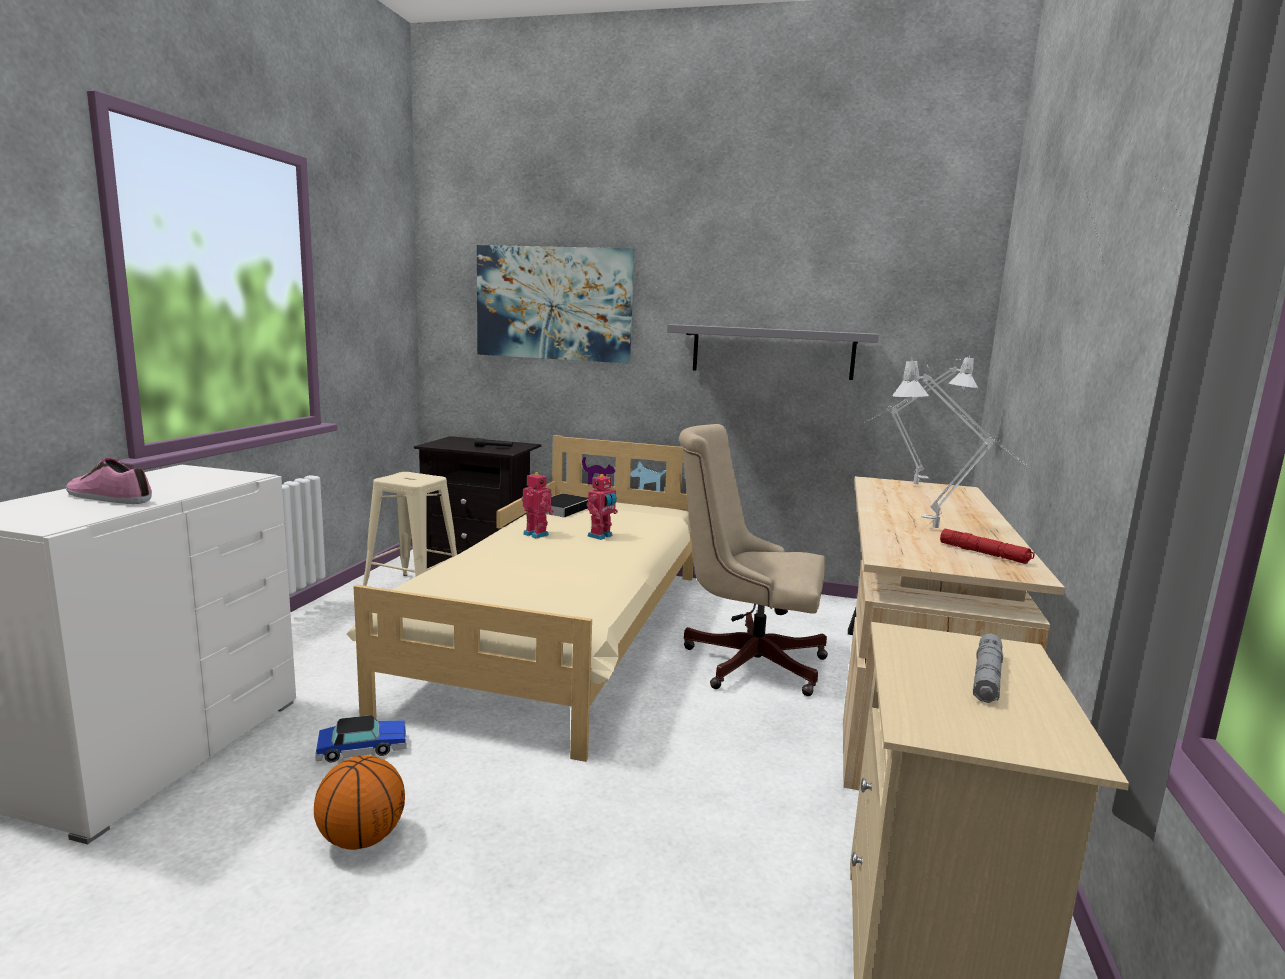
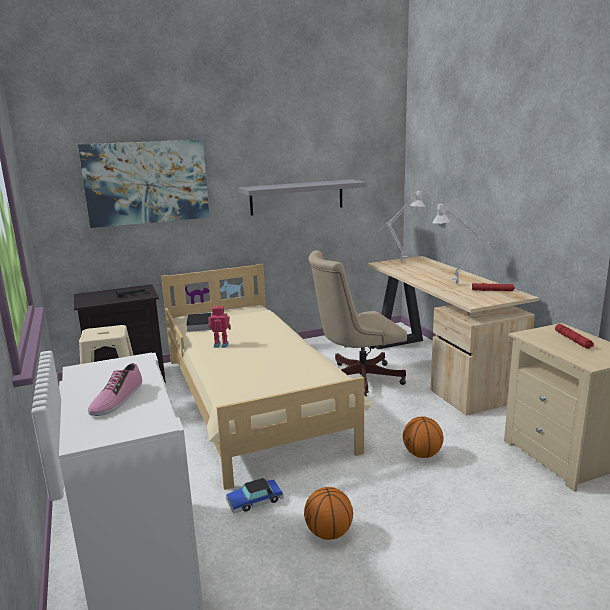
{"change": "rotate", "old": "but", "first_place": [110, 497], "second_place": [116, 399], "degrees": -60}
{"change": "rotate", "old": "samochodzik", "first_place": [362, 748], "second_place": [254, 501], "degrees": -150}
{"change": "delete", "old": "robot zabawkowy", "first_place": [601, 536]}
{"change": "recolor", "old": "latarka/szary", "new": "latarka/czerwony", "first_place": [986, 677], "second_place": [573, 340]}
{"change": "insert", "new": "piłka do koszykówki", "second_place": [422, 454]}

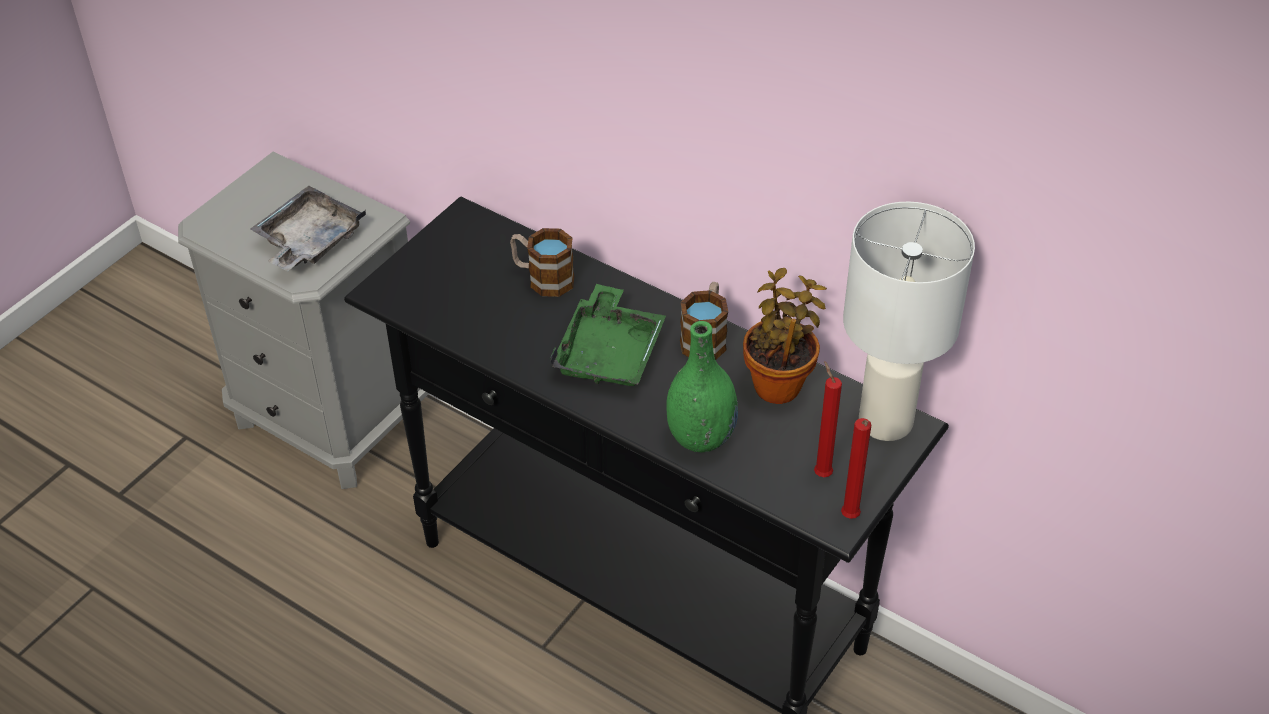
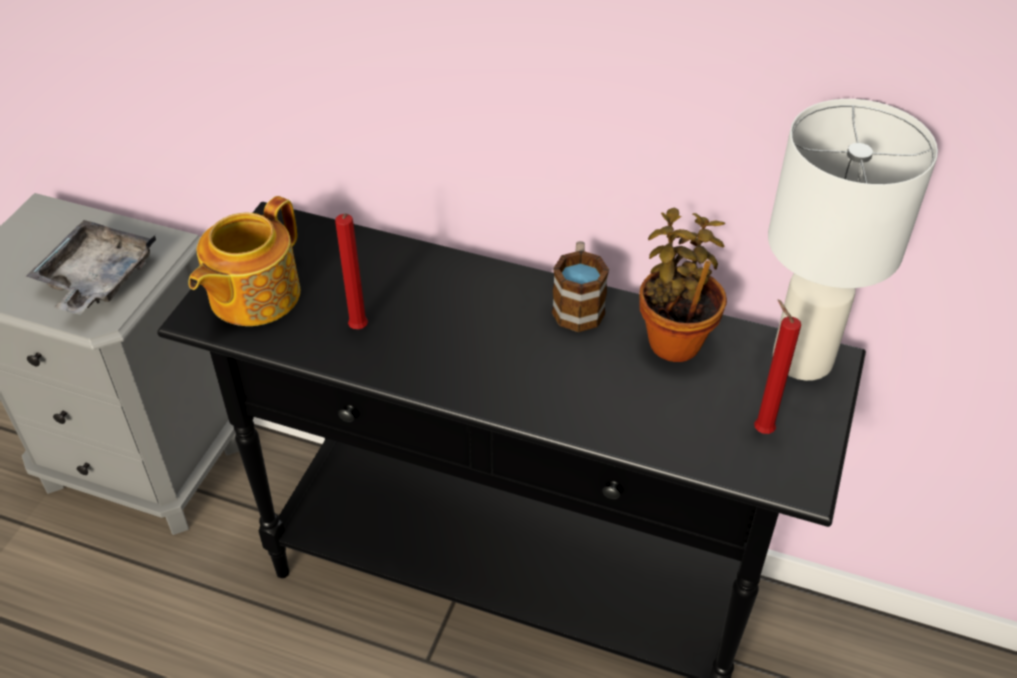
{"change": "delete", "old": "kubek", "first_place": [543, 278]}
{"change": "delete", "old": "taca/zielony", "first_place": [610, 352]}
{"change": "delete", "old": "wazon/zielony", "first_place": [701, 438]}
{"change": "move", "old": "świeca/czerwony", "first_place": [850, 519], "second_place": [359, 330]}
{"change": "insert", "new": "imbryk", "second_place": [252, 296]}

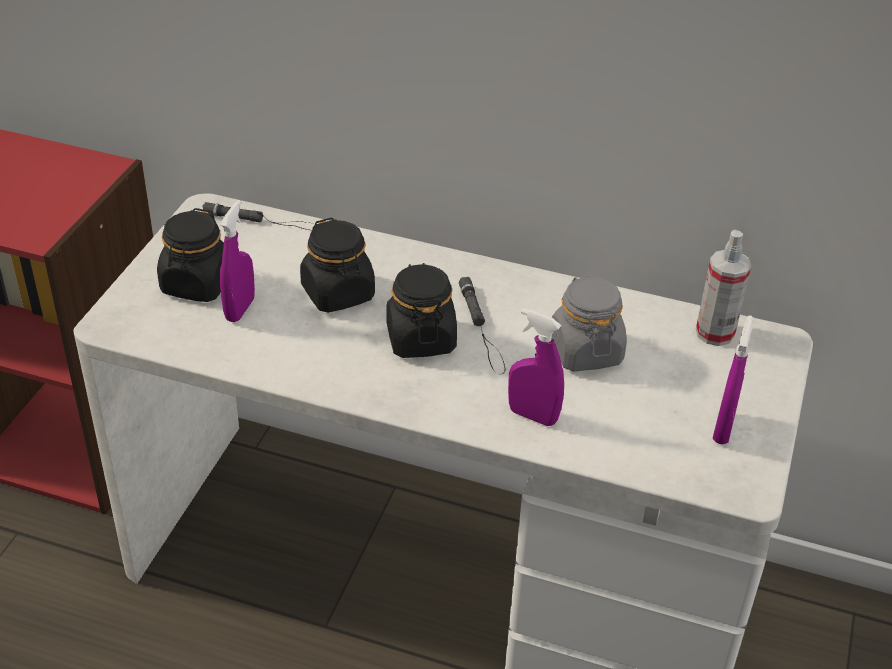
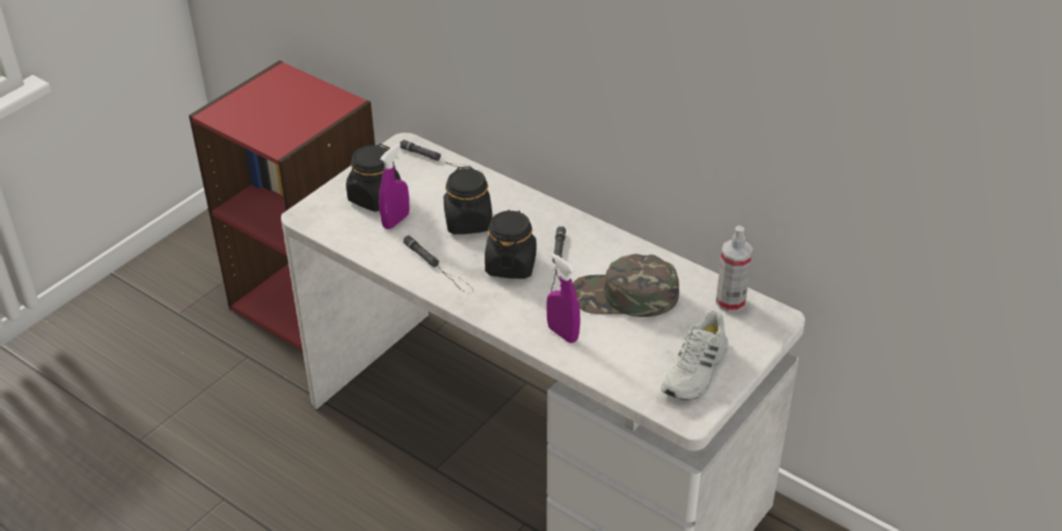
{"change": "replace", "old": "słoik/szary", "new": "czapka z daszkiem/zielony", "first_place": [585, 351], "second_place": [624, 296]}
{"change": "replace", "old": "spryskiwacz/fioletowy", "new": "but/biały", "first_place": [723, 429], "second_place": [696, 371]}
{"change": "insert", "new": "latarka/czarny", "second_place": [439, 267]}

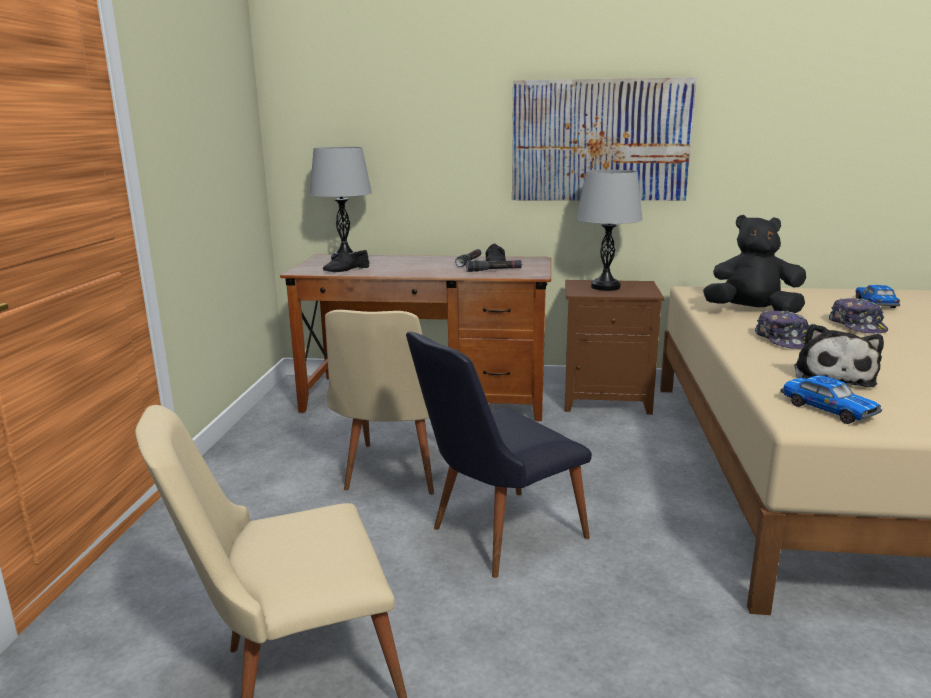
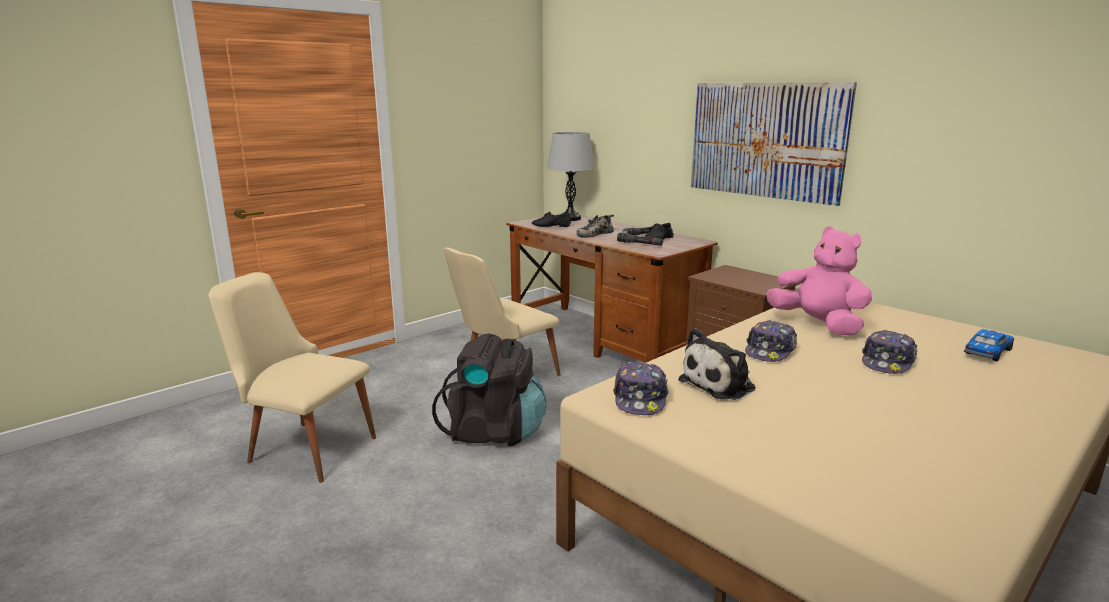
{"change": "replace", "old": "krzesło/czarny", "new": "plecak/czarny", "first_place": [495, 536], "second_place": [494, 432]}
{"change": "delete", "old": "lampa stołowa/szary", "first_place": [605, 287]}
{"change": "recolor", "old": "pluszak/czarny", "new": "pluszak/różowy", "first_place": [751, 312], "second_place": [818, 325]}
{"change": "replace", "old": "samochodzik", "new": "czapka z daszkiem", "first_place": [827, 409], "second_place": [640, 399]}
{"change": "insert", "new": "but", "second_place": [594, 233]}

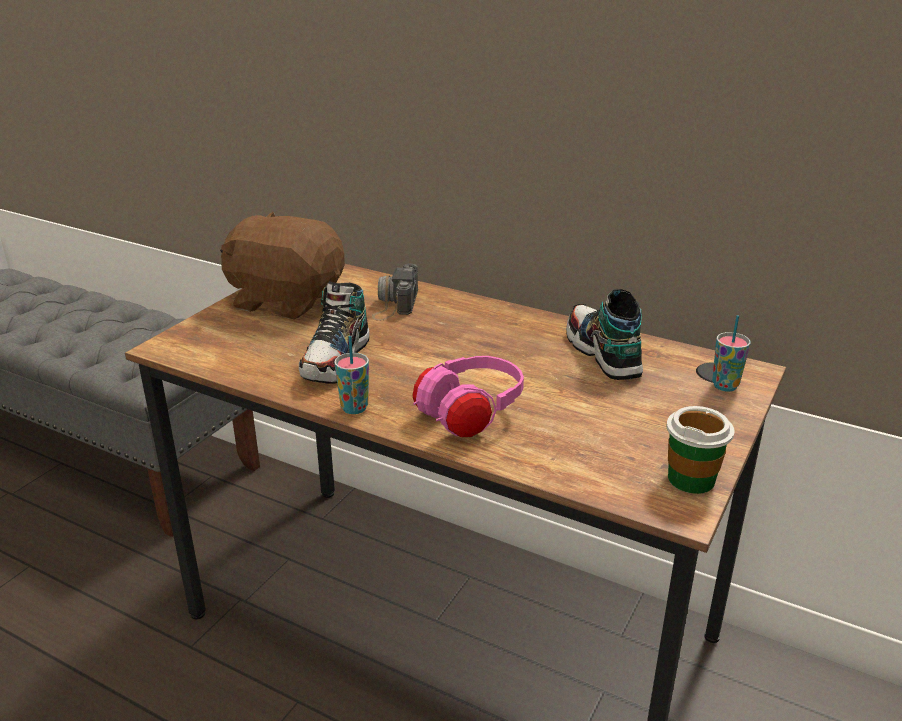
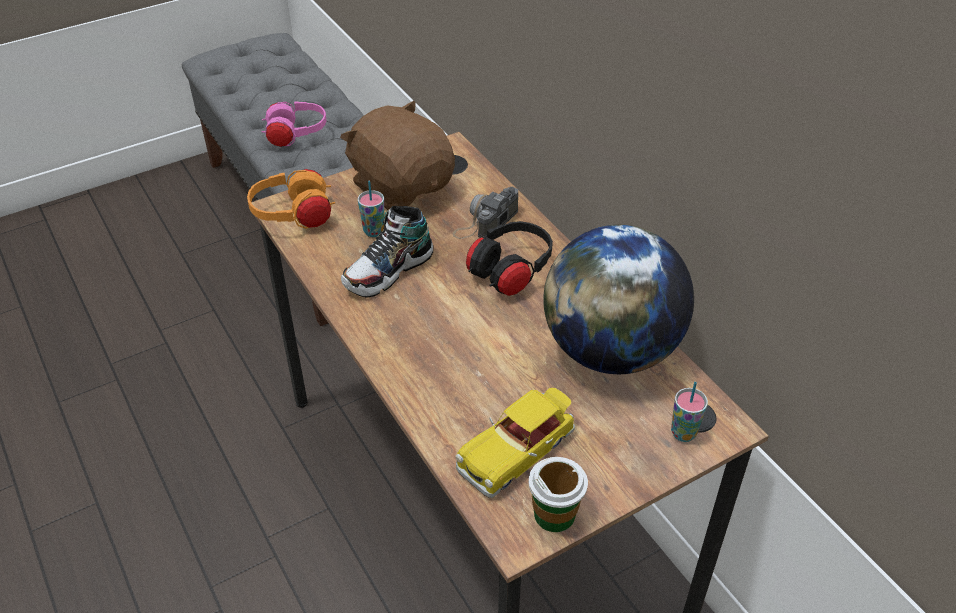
{"change": "move", "old": "filiżanka", "first_place": [354, 408], "second_place": [374, 231]}
{"change": "move", "old": "słuchawki/różowy", "first_place": [469, 416], "second_place": [296, 136]}
{"change": "replace", "old": "but", "new": "globus", "first_place": [602, 353], "second_place": [610, 351]}
{"change": "insert", "new": "słuchawki/pomarańczowy", "second_place": [294, 217]}
{"change": "insert", "new": "samochodzik", "second_place": [517, 450]}
{"change": "insert", "new": "słuchawki/czarny", "second_place": [510, 273]}

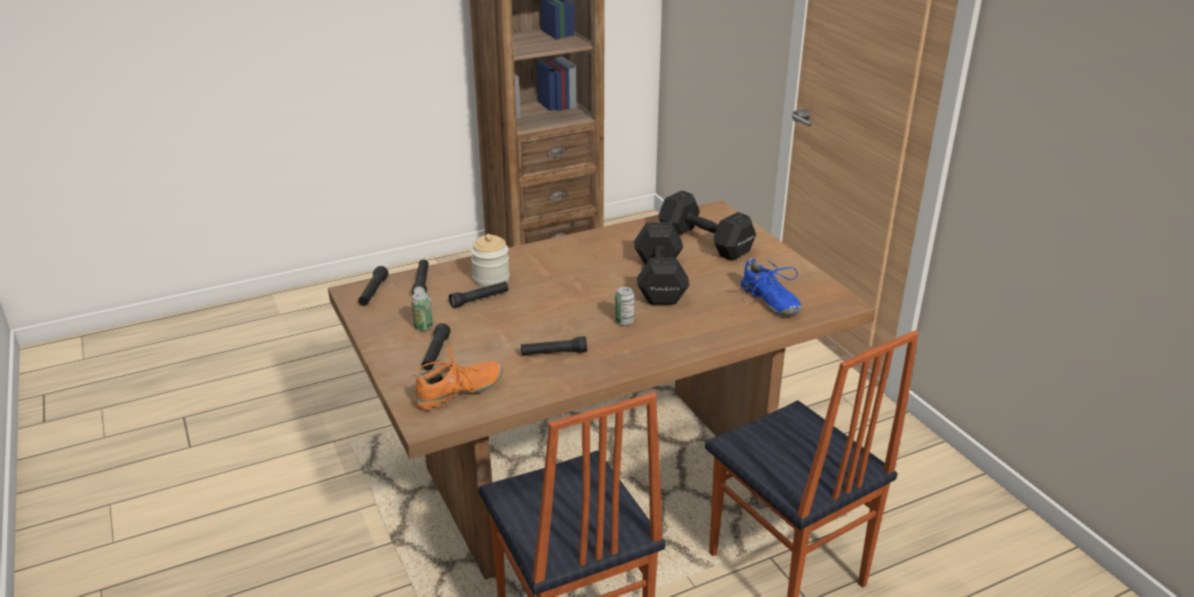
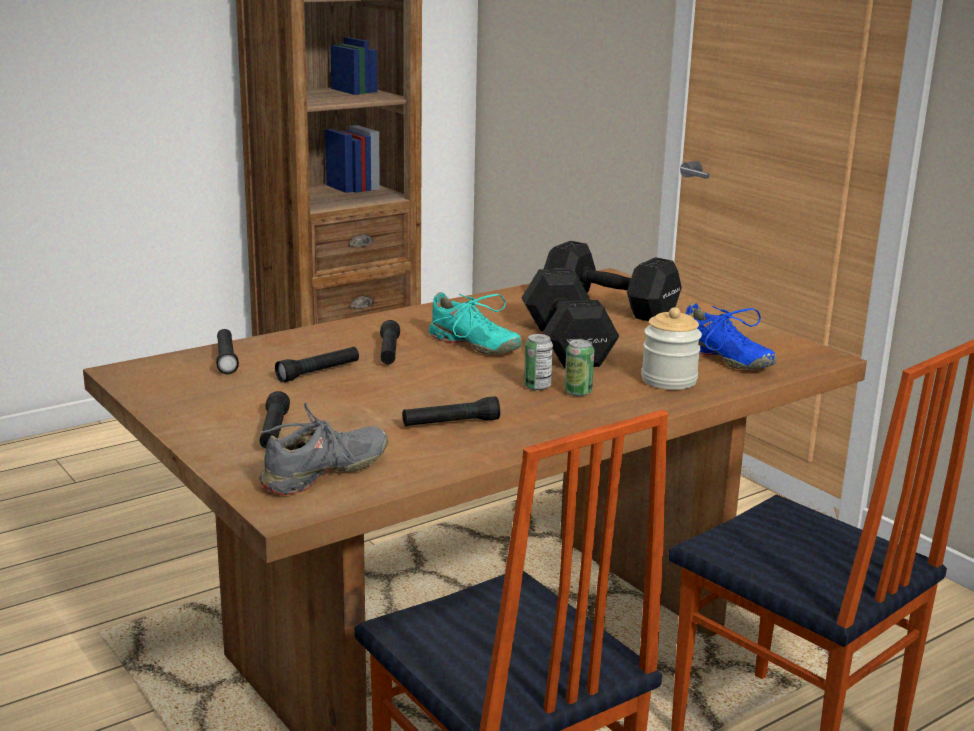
{"change": "move", "old": "latarka/czarny", "first_place": [373, 292], "second_place": [389, 352]}
{"change": "move", "old": "puszka", "first_place": [423, 327], "second_place": [578, 392]}
{"change": "recolor", "old": "but/pomarańczowy", "new": "but/szary", "first_place": [459, 393], "second_place": [325, 473]}
{"change": "move", "old": "słoik", "first_place": [491, 279], "second_place": [669, 380]}
{"change": "insert", "new": "but/turkusowy", "second_place": [474, 345]}

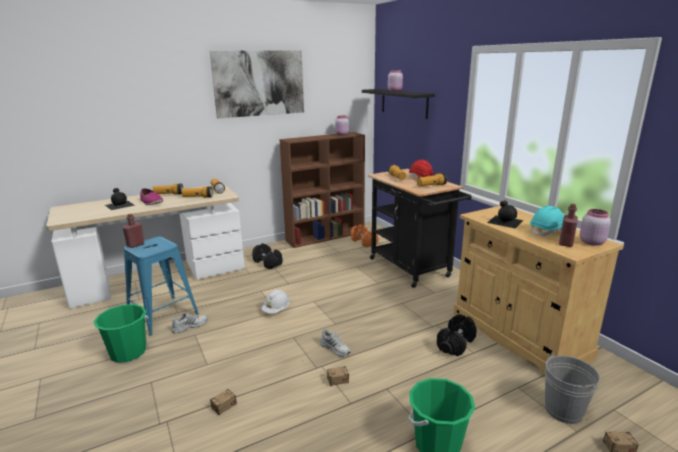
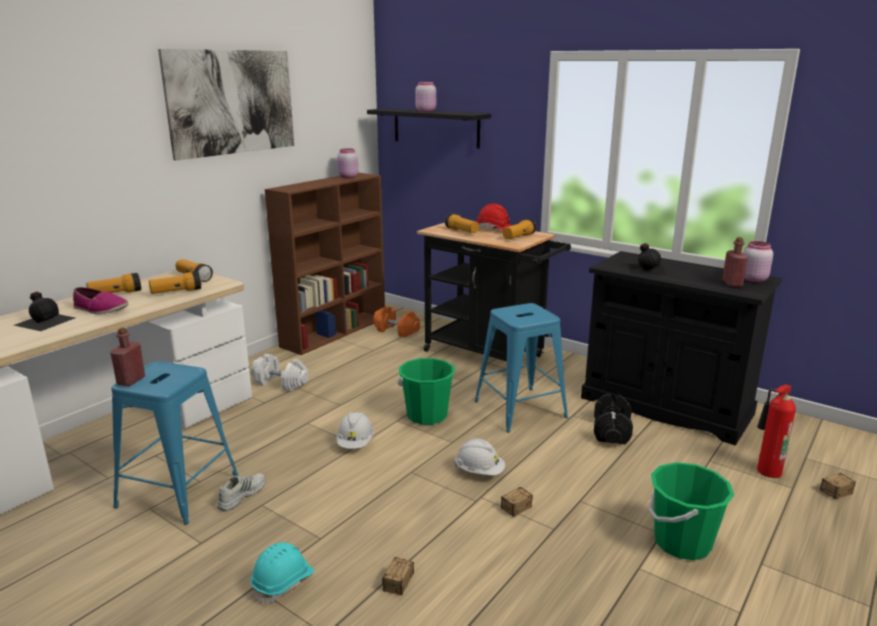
{"change": "move", "old": "wiadro/zielony", "first_place": [128, 353], "second_place": [427, 415]}
{"change": "recolor", "old": "hantel/czarny", "new": "hantel/biały", "first_place": [268, 263], "second_place": [281, 382]}
{"change": "replace", "old": "but/biały", "new": "kask/biały", "first_place": [335, 348], "second_place": [479, 471]}
{"change": "recolor", "old": "szafka/beżowy", "new": "szafka/czarny", "first_place": [518, 335], "second_place": [665, 406]}
{"change": "move", "old": "kask/turkusowy", "first_place": [548, 232], "second_place": [283, 583]}
{"change": "replace", "old": "wiadro/szary", "new": "gaśnica", "first_place": [563, 410], "second_place": [766, 471]}
{"change": "insert", "new": "stołek/niebieski", "second_place": [520, 409]}

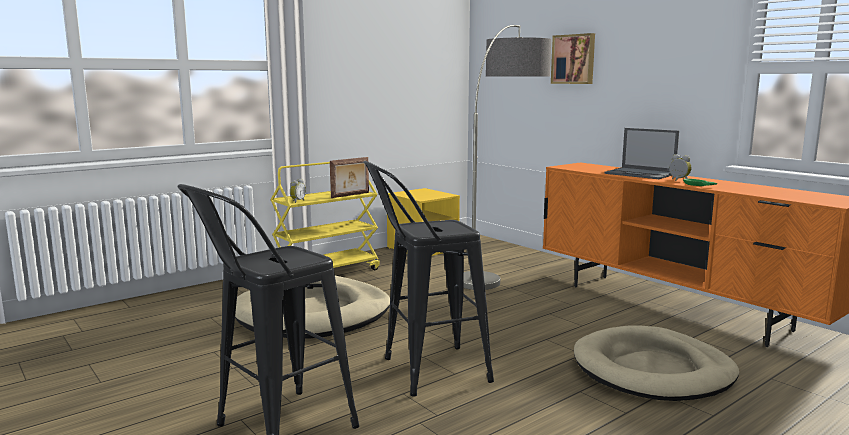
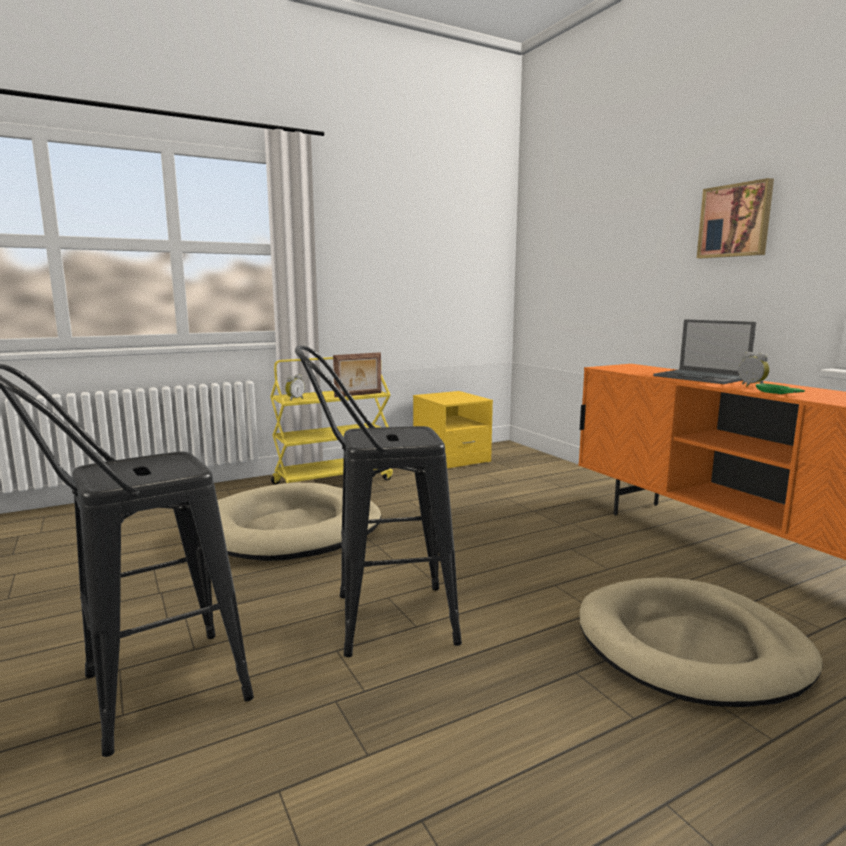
{"change": "delete", "old": "lampa stojąca", "first_place": [501, 269]}
{"change": "move", "old": "obraz", "first_place": [574, 59], "second_place": [735, 221]}

